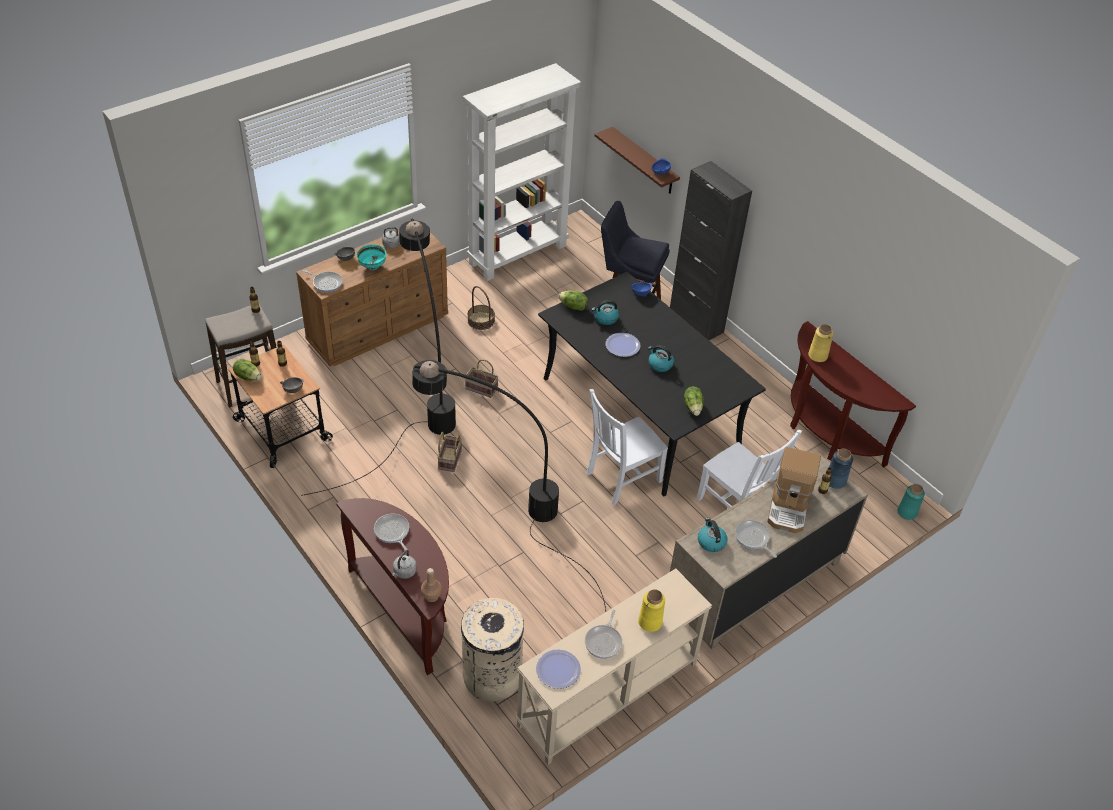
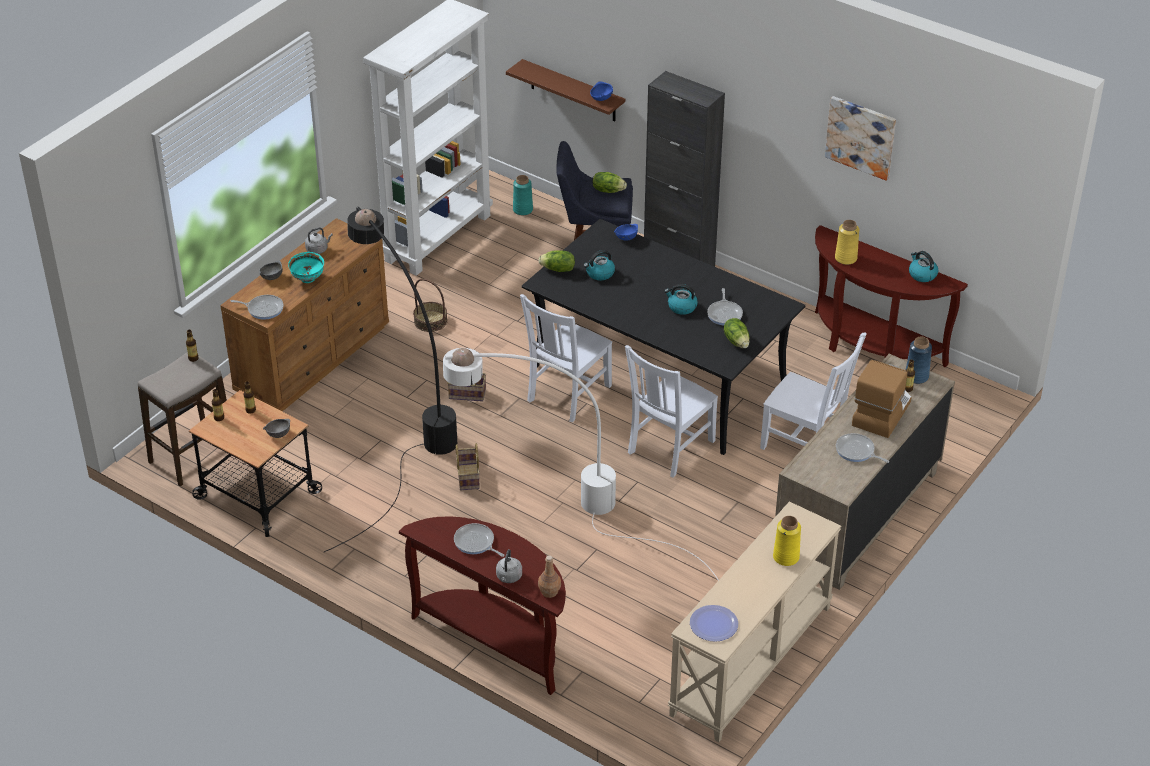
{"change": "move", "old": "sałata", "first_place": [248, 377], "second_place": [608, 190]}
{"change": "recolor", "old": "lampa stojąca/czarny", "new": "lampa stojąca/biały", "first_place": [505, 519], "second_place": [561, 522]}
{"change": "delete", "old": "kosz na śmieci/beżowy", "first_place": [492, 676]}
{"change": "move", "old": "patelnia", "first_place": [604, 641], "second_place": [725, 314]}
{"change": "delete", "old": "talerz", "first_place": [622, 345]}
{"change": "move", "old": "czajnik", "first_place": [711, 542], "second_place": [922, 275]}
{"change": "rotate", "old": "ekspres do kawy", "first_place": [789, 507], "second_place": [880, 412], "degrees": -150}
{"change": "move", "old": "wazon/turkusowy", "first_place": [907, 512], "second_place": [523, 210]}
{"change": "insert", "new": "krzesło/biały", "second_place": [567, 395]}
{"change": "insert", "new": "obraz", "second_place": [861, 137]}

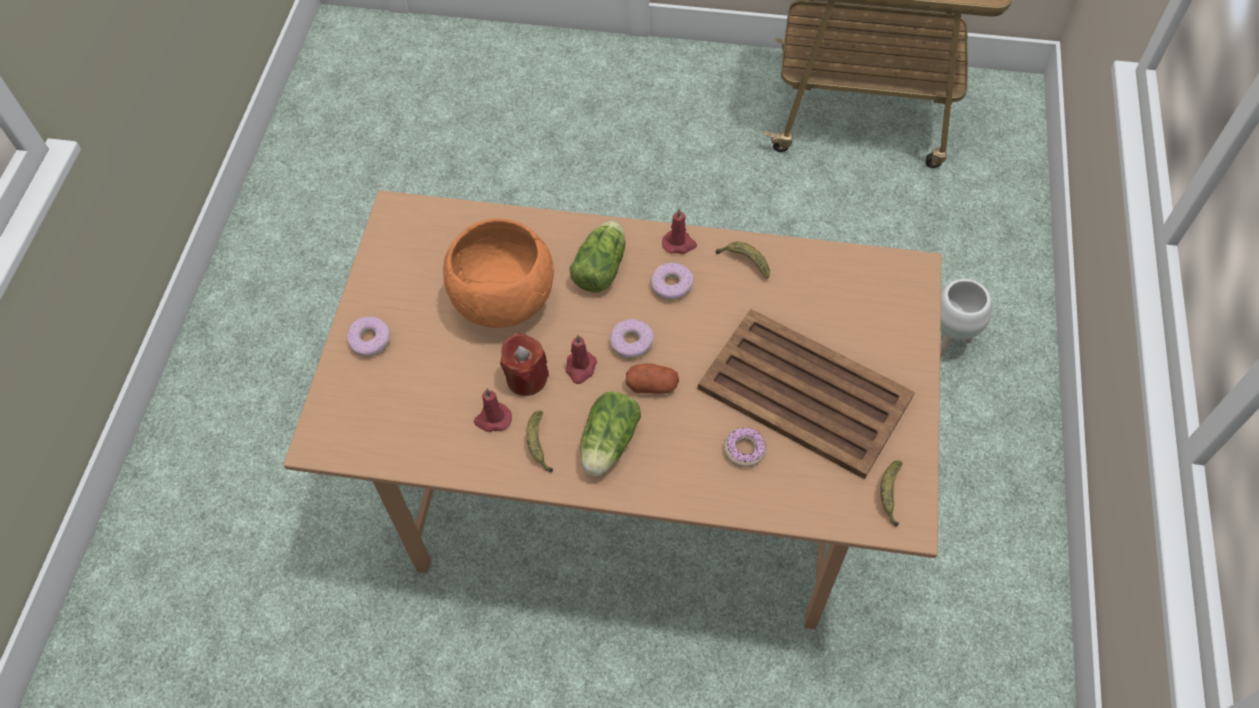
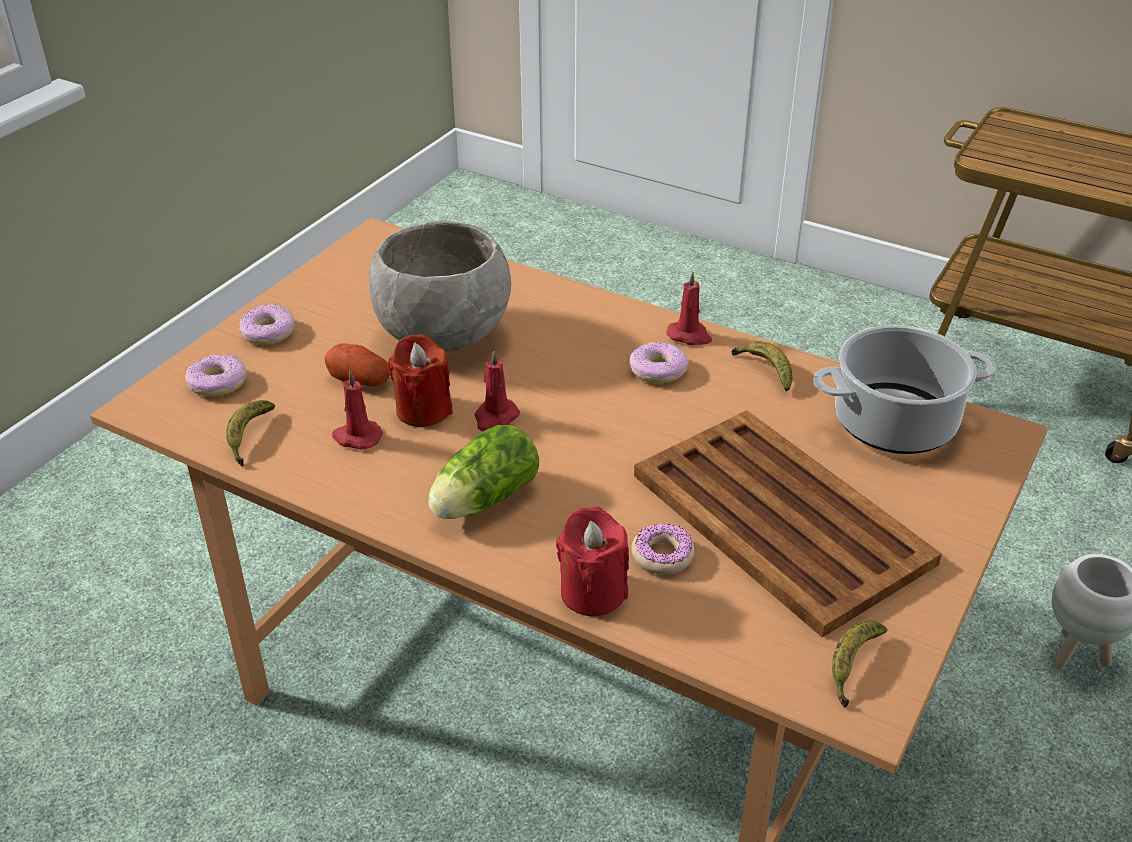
{"change": "recolor", "old": "miska/pomarańczowy", "new": "miska/szary", "first_place": [504, 300], "second_place": [445, 335]}
{"change": "move", "old": "banan", "first_place": [539, 445], "second_place": [249, 438]}
{"change": "delete", "old": "sałata", "first_place": [602, 266]}
{"change": "move", "old": "donut", "first_place": [631, 342], "second_place": [217, 383]}
{"change": "move", "old": "ziemniak", "first_place": [652, 385], "second_place": [360, 380]}
{"change": "insert", "new": "świeca/czerwony", "second_place": [592, 592]}
{"change": "insert", "new": "garnek", "second_place": [895, 422]}

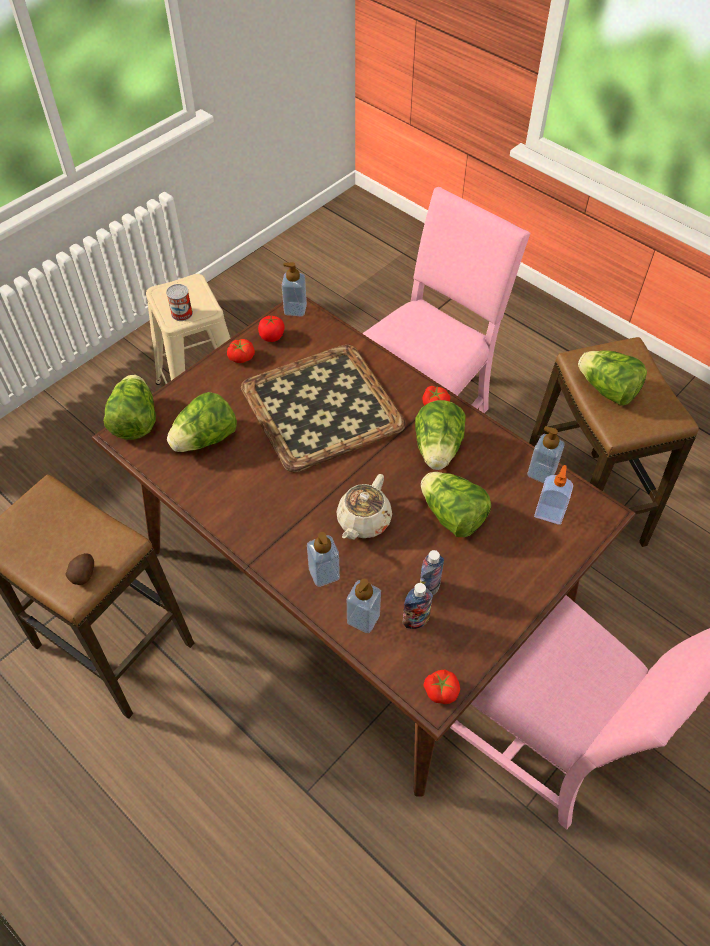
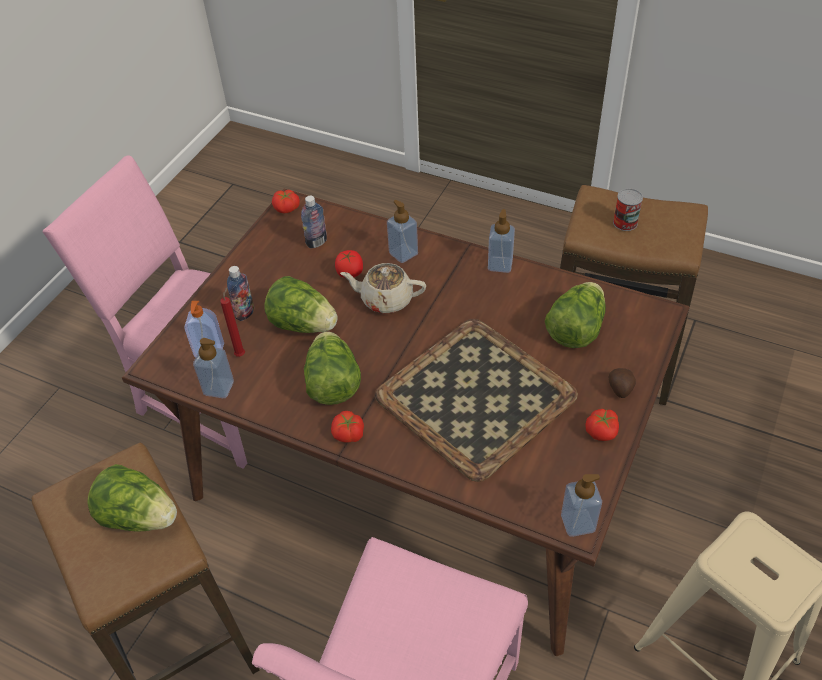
{"change": "move", "old": "ziemniak", "first_place": [84, 574], "second_place": [620, 389]}
{"change": "delete", "old": "sałata", "first_place": [135, 421]}
{"change": "move", "old": "puszka", "first_place": [182, 313], "second_place": [625, 222]}
{"change": "move", "old": "pomidor", "first_place": [272, 336], "second_place": [350, 273]}
{"change": "rotate", "old": "imbryk/beżowy", "first_place": [363, 521], "second_place": [385, 299], "degrees": -90}
{"change": "move", "old": "dozownik mydła", "first_place": [363, 618], "second_place": [500, 264]}
{"change": "move", "old": "butelka", "first_place": [429, 589], "second_place": [245, 313]}
{"change": "insert", "new": "świeca/czerwony", "second_place": [241, 354]}

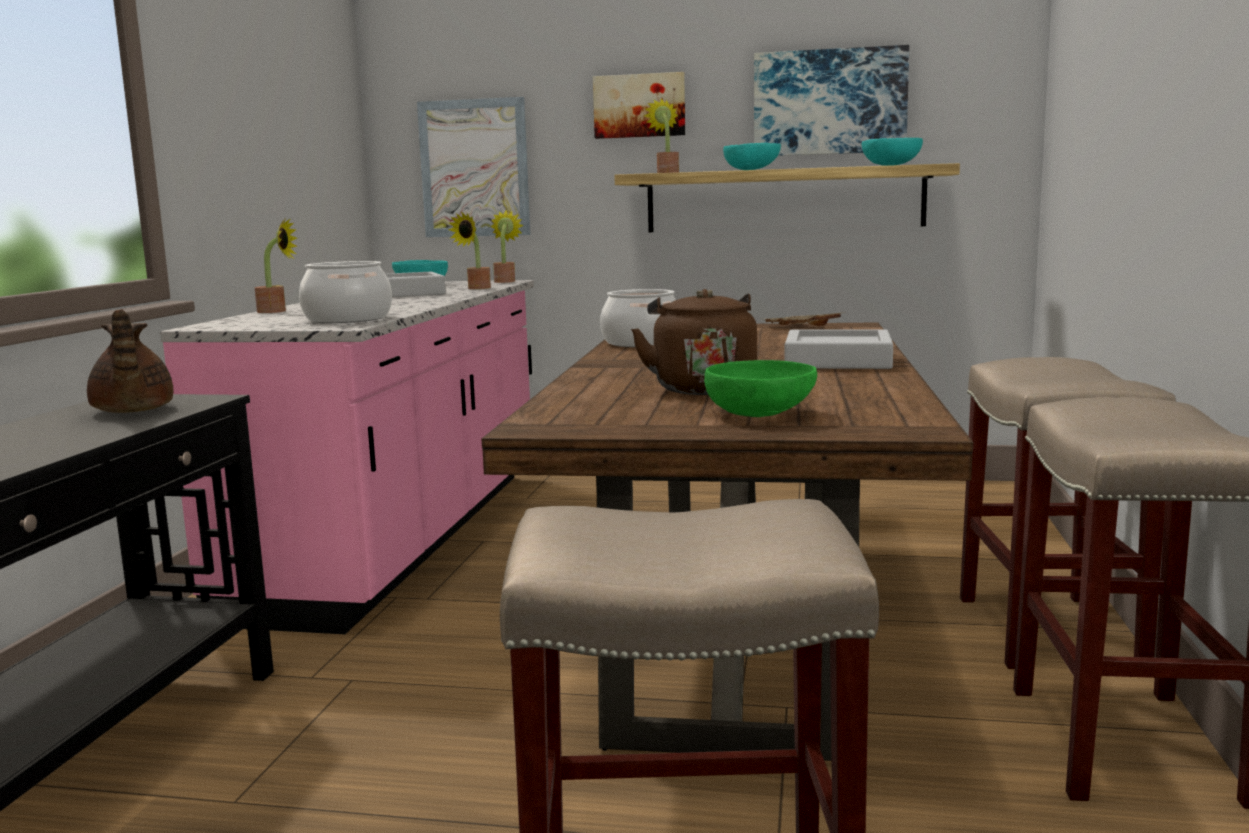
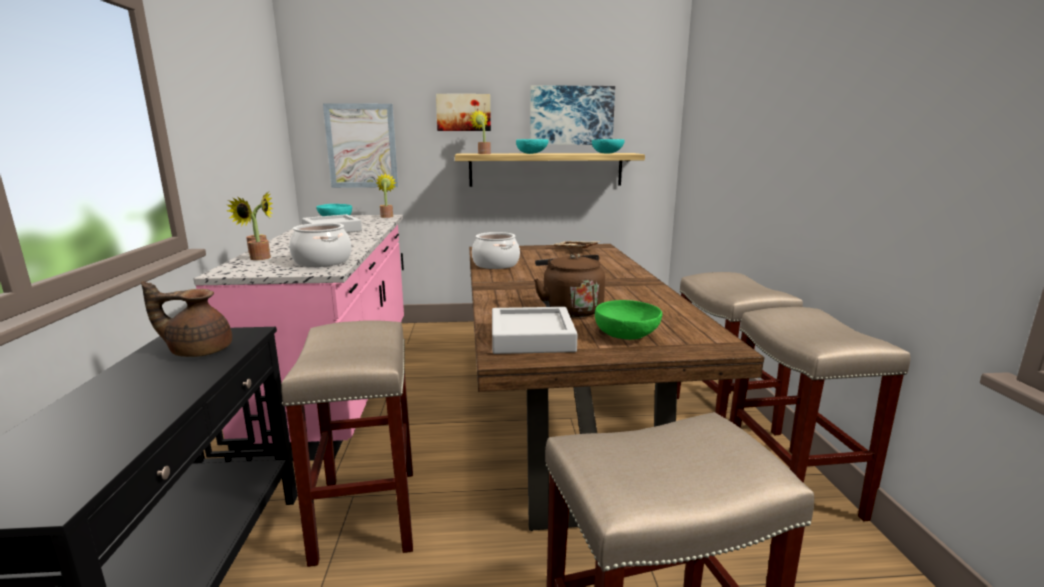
{"change": "rotate", "old": "imbryk/brązowy", "first_place": [131, 411], "second_place": [199, 351], "degrees": 120}
{"change": "move", "old": "roślina doniczkowa", "first_place": [476, 288], "second_place": [257, 259]}
{"change": "move", "old": "taca/szary", "first_place": [837, 360], "second_place": [531, 338]}
{"change": "insert", "new": "stołek/beżowy", "second_place": [365, 513]}

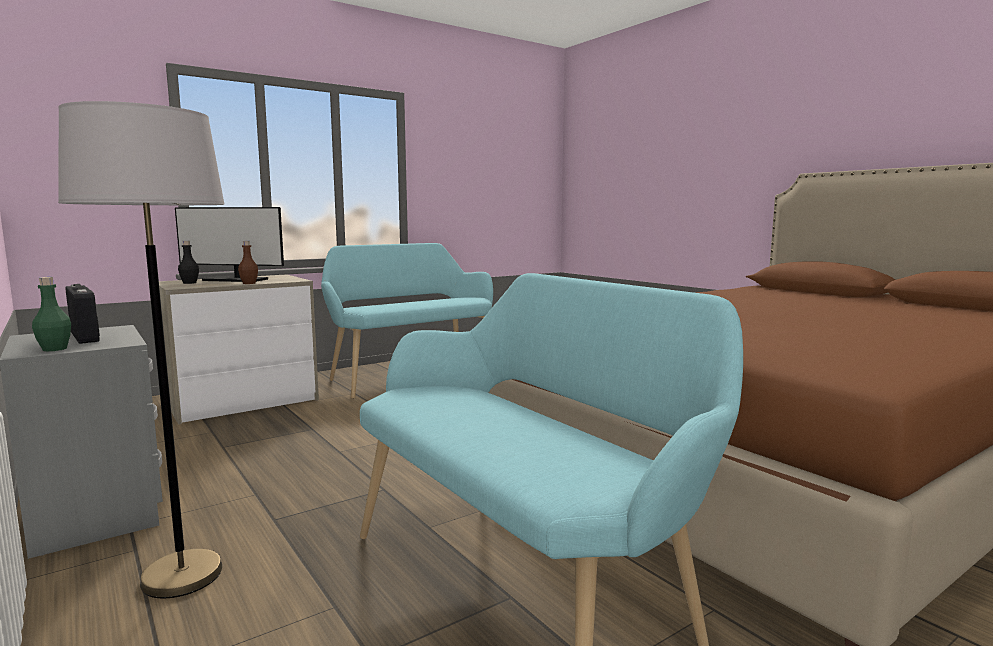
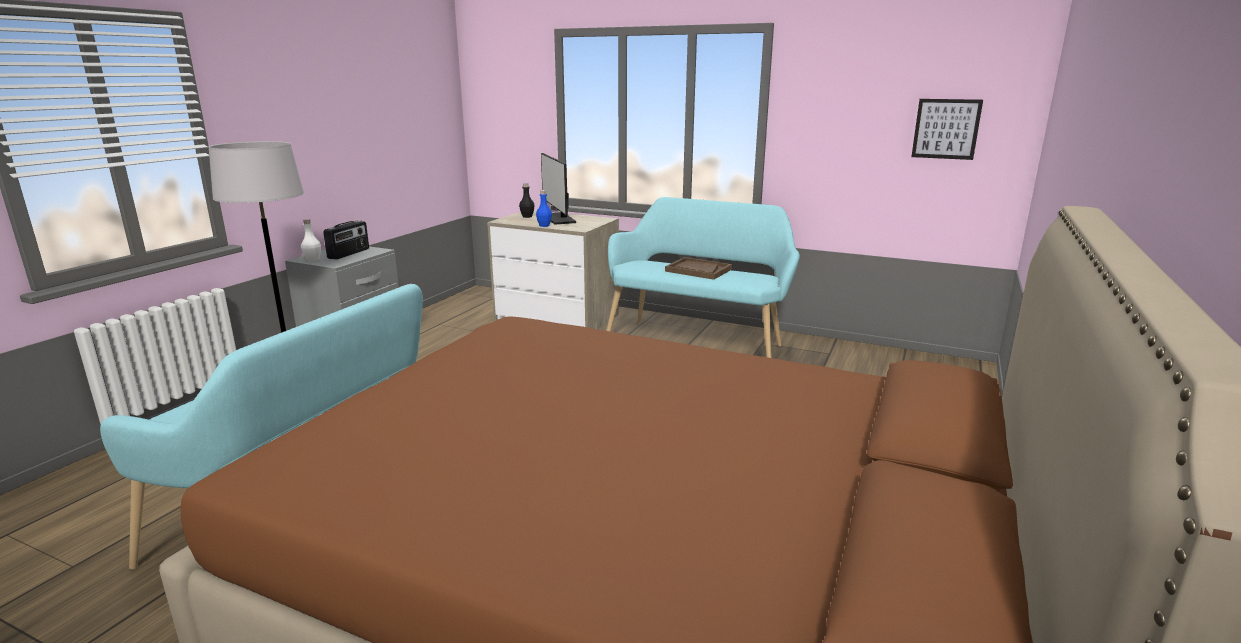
{"change": "recolor", "old": "butelka/zielony", "new": "butelka/biały", "first_place": [55, 349], "second_place": [313, 259]}
{"change": "recolor", "old": "butelka/brązowy", "new": "butelka/niebieski", "first_place": [249, 283], "second_place": [544, 225]}
{"change": "insert", "new": "taca/brązowy", "second_place": [698, 270]}
{"change": "insert", "new": "obraz", "second_place": [946, 129]}

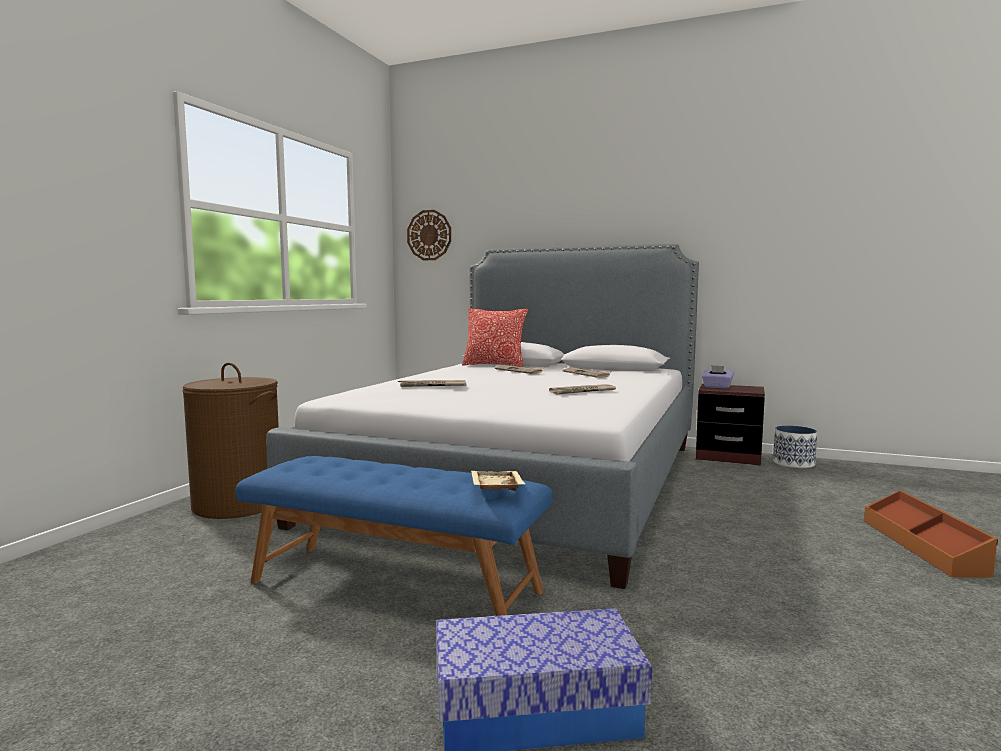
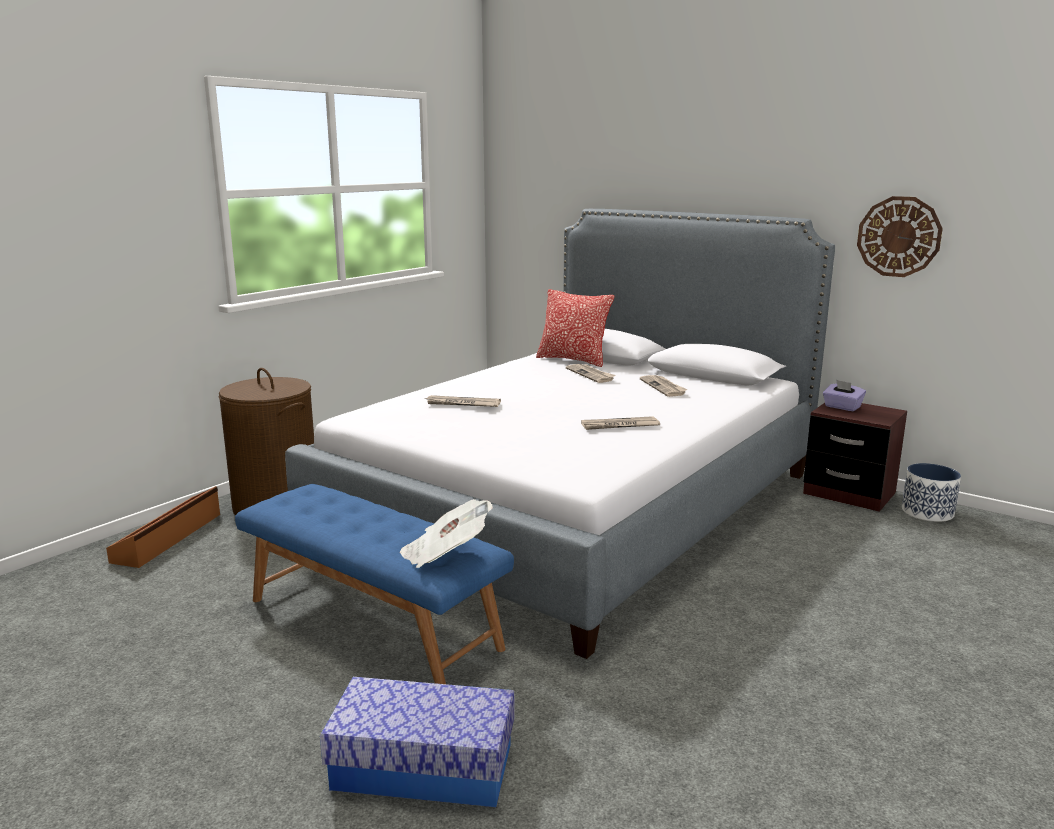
{"change": "move", "old": "zegar ścienny", "first_place": [429, 235], "second_place": [899, 236]}
{"change": "replace", "old": "taca/beżowy", "new": "gazeta", "first_place": [495, 490], "second_place": [445, 555]}
{"change": "move", "old": "pojemnik do przechowywania/brązowy", "first_place": [923, 546], "second_place": [169, 537]}

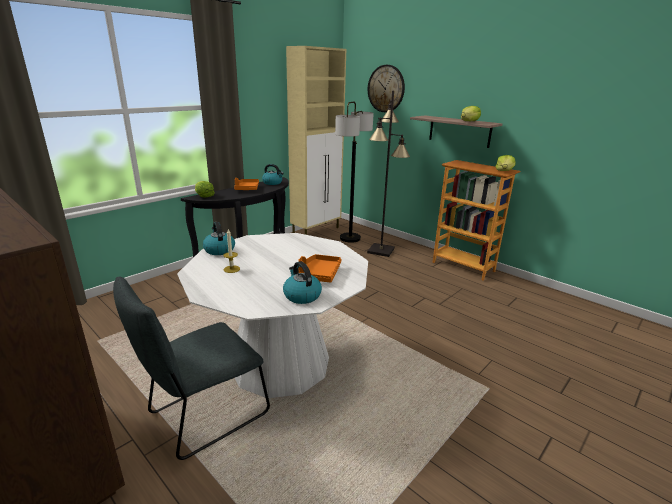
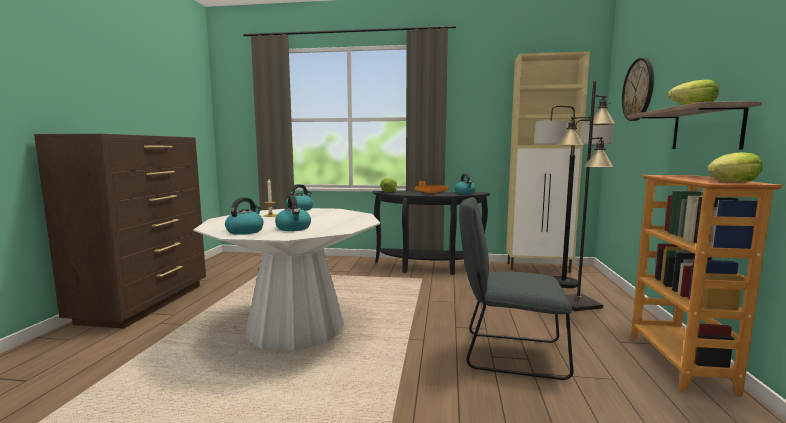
{"change": "move", "old": "krzesło/szary", "first_place": [204, 416], "second_place": [509, 354]}
{"change": "replace", "old": "taca/pomarańczowy", "new": "czajnik", "first_place": [319, 274], "second_place": [293, 228]}

